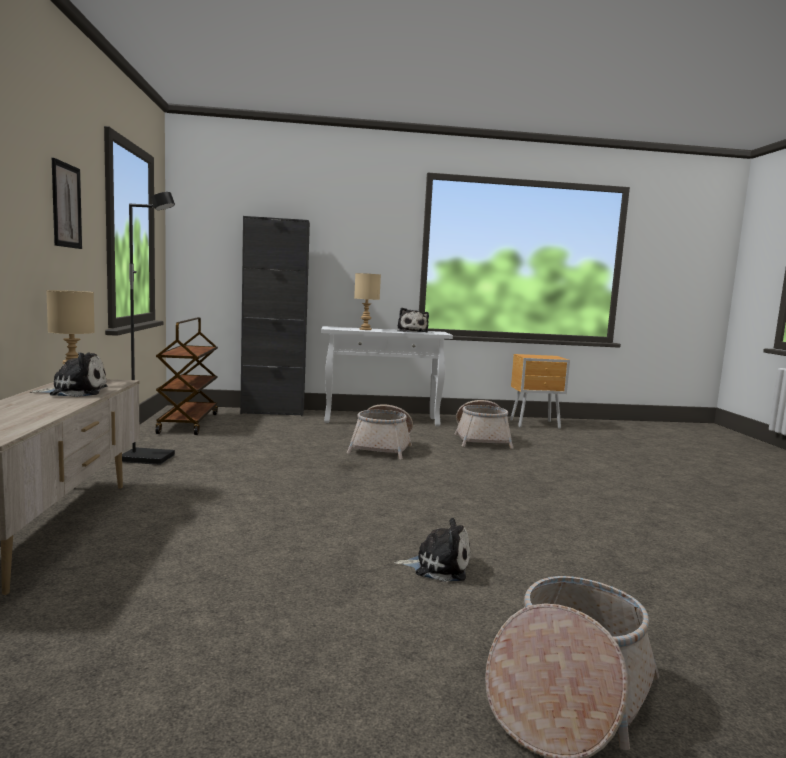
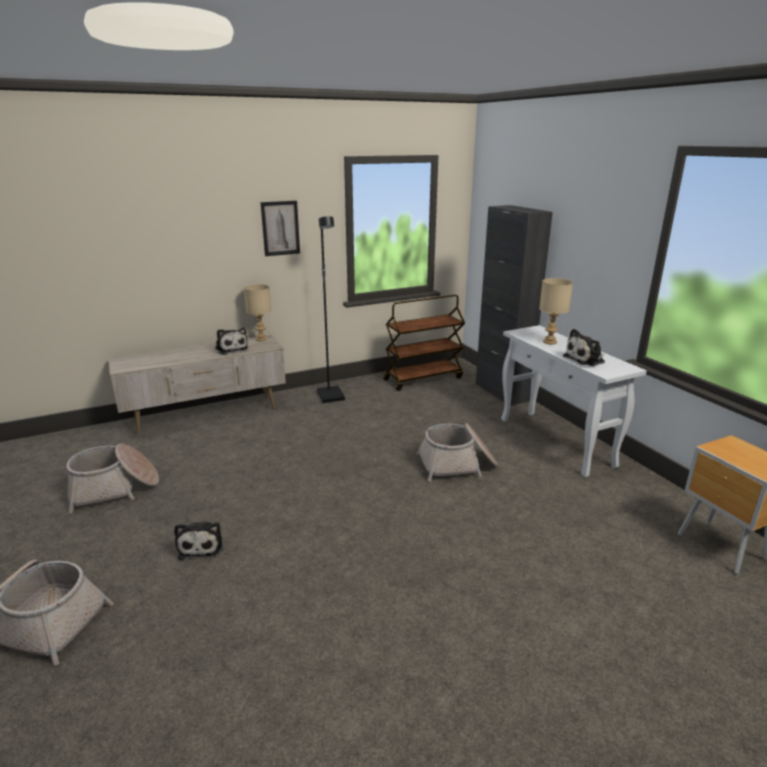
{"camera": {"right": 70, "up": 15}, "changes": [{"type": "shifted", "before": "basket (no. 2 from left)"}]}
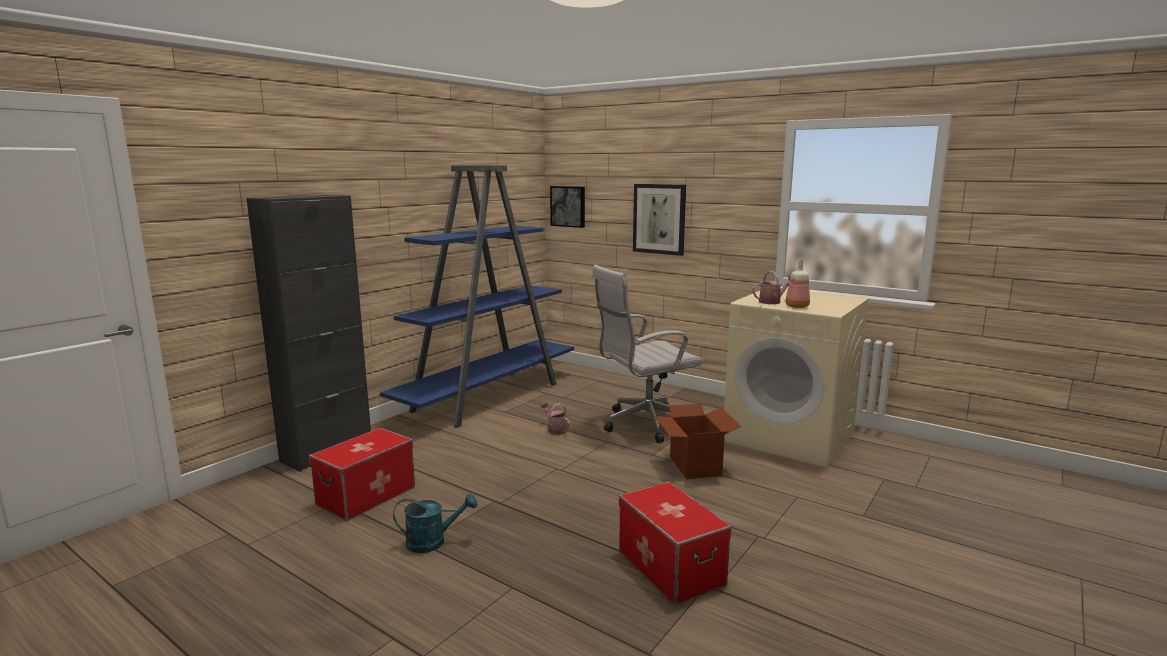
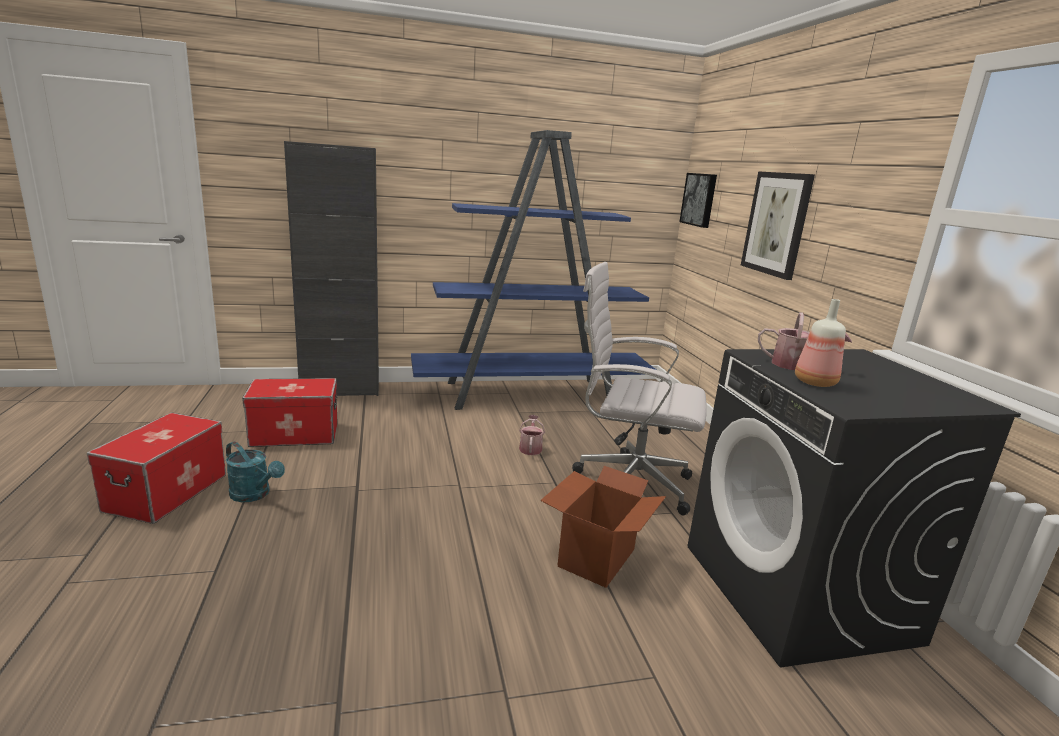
{"camera": {"right": 40, "up": 5}, "changes": [{"type": "repainted", "before": "beige washing machine", "after": "black-coloured washing machine"}, {"type": "shifted", "before": "storage bin (no. 2 from left in the first image)", "after": "storage bin (no. 1 from left)"}]}
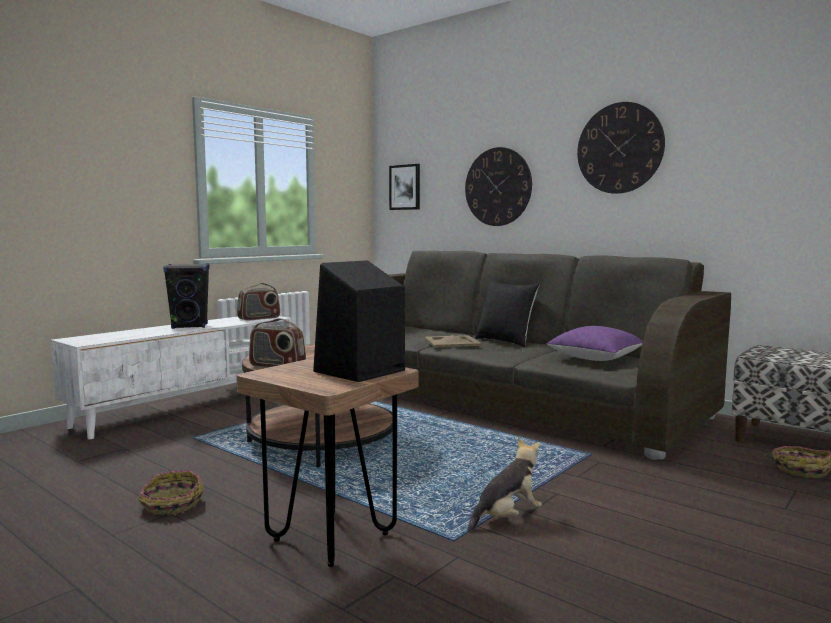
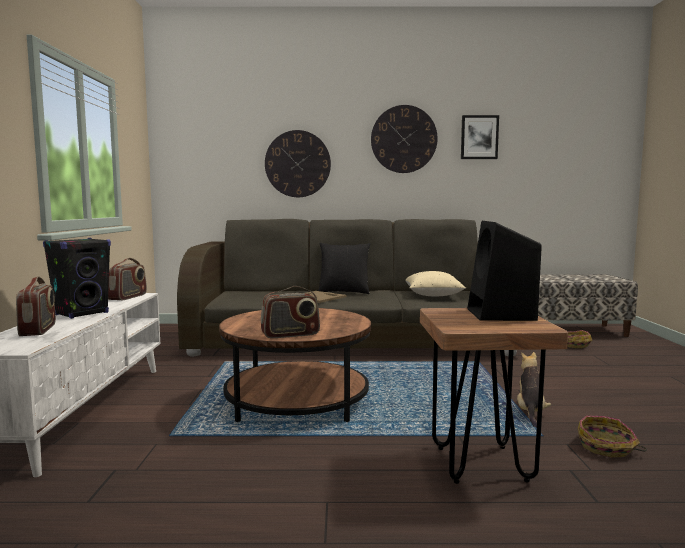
{"camera": {"right": -40, "up": 0}, "changes": [{"type": "shifted", "before": "picture"}, {"type": "repainted", "before": "purple-coloured pillow", "after": "beige pillow"}, {"type": "shifted", "before": "basket (no. 1 from left in the first image)", "after": "basket (no. 2 from left)"}, {"type": "new", "after": "radio receiver (no. 1 from left)"}]}
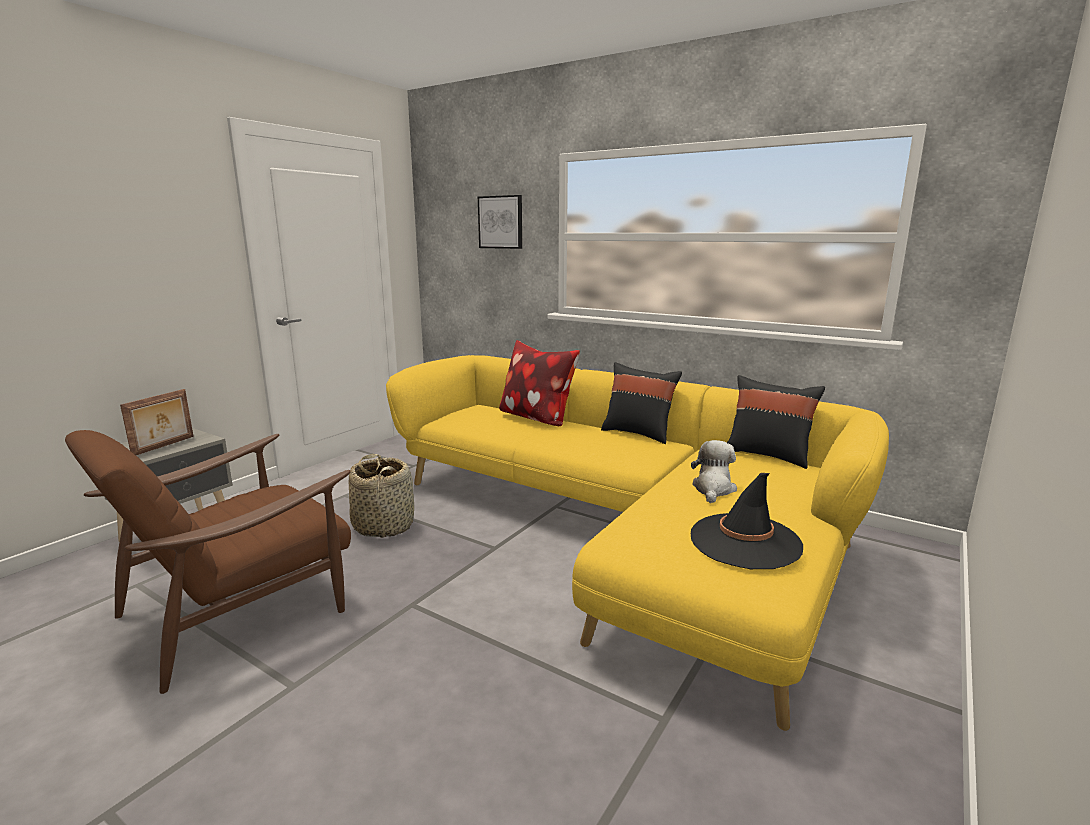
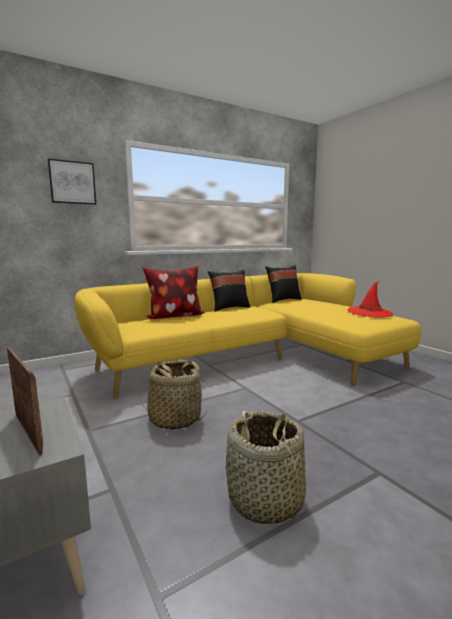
{"camera": {"right": -65, "up": -5}, "changes": [{"type": "swapped", "before": "brown-coloured armchair", "after": "basket (no. 2 from left)"}, {"type": "gone", "before": "plush toy"}, {"type": "repainted", "before": "black-coloured hat", "after": "red hat"}]}
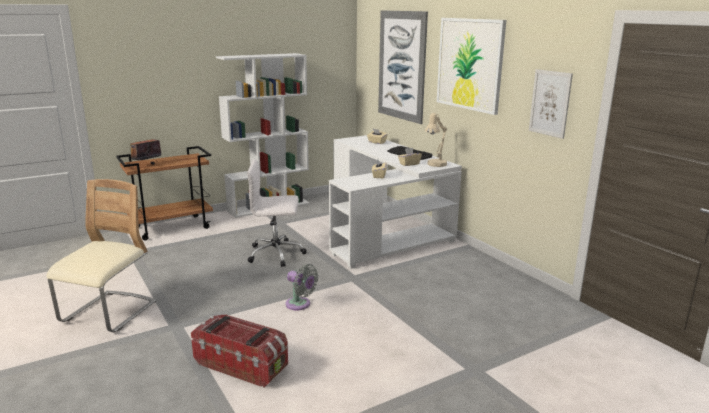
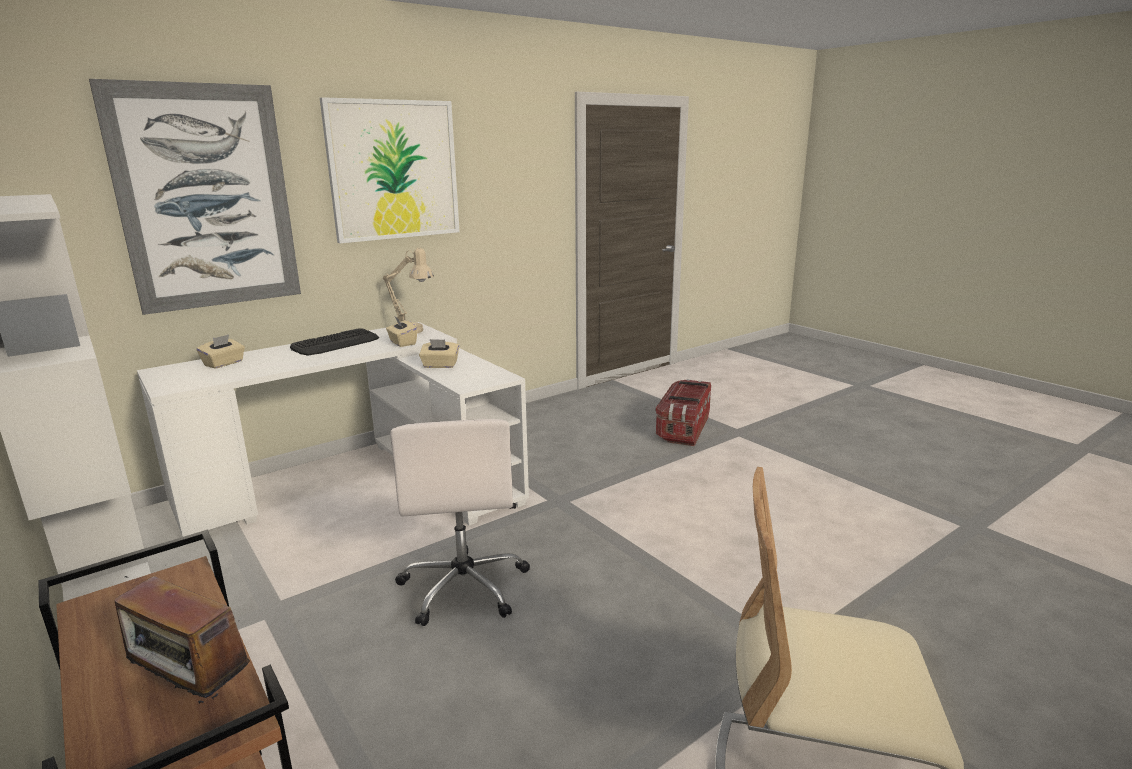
{"camera": {"right": -95, "up": 0}, "changes": [{"type": "gone", "before": "picture (no. 3 from left)"}, {"type": "gone", "before": "gray fan"}, {"type": "shifted", "before": "storage bin"}]}
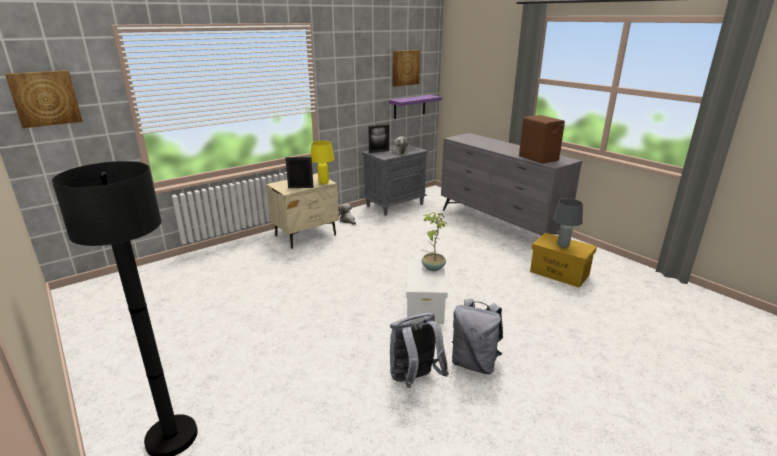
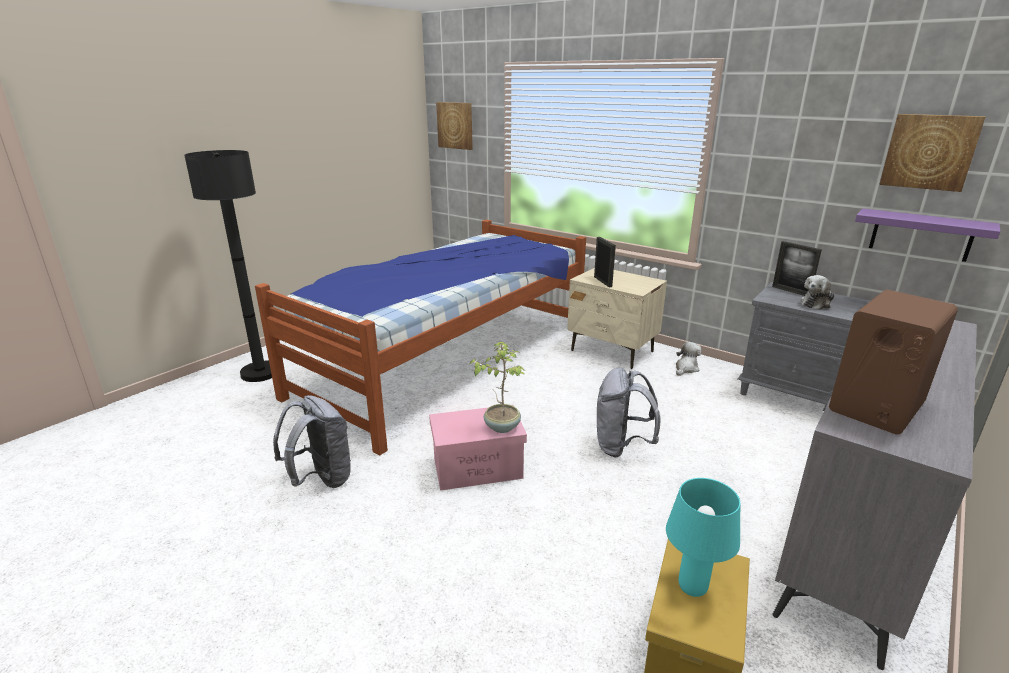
{"camera": {"right": 75, "up": 0}, "changes": [{"type": "gone", "before": "yellowish tabletop lamp"}, {"type": "repainted", "before": "gray tabletop lamp", "after": "blue-green tabletop lamp"}, {"type": "repainted", "before": "whitish storage bin", "after": "pink storage bin"}, {"type": "shifted", "before": "gray rucksack (no. 2 from left)"}, {"type": "new", "after": "bed"}]}
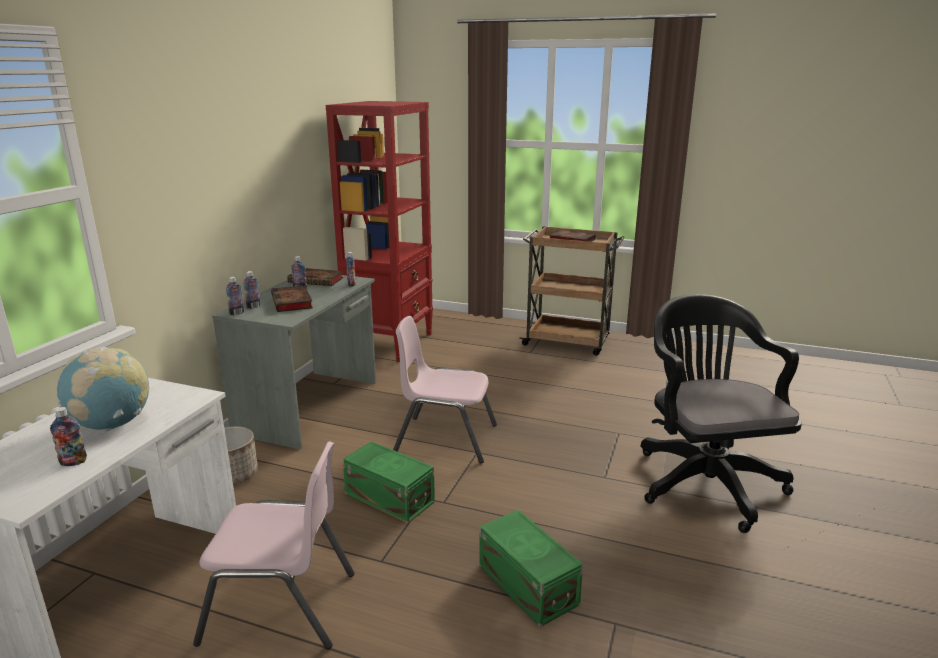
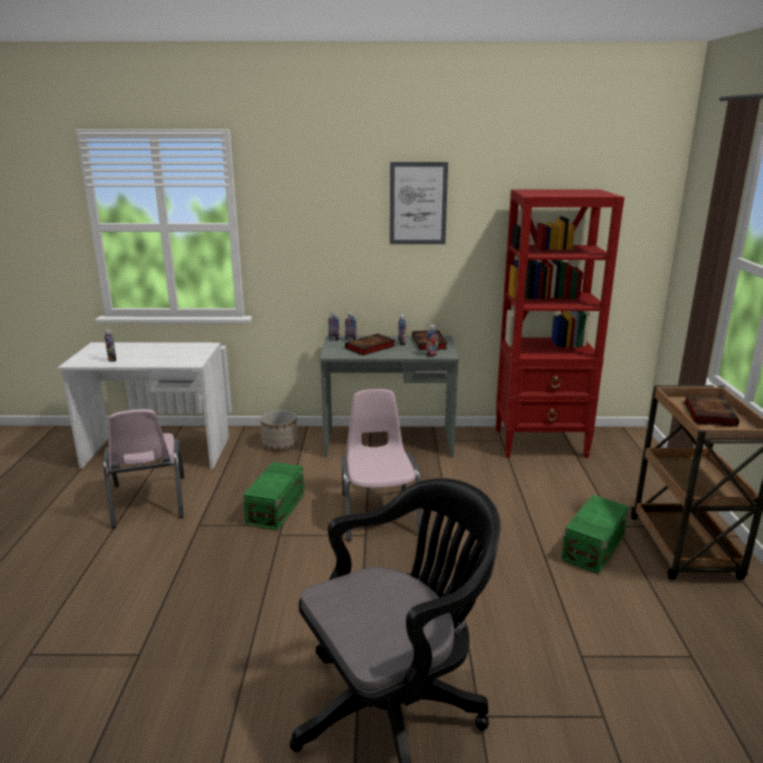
{"camera": {"right": 70, "up": 0}, "changes": [{"type": "gone", "before": "globe"}, {"type": "shifted", "before": "green-coloured storage bin (no. 2 from left)"}, {"type": "new", "after": "picture"}]}
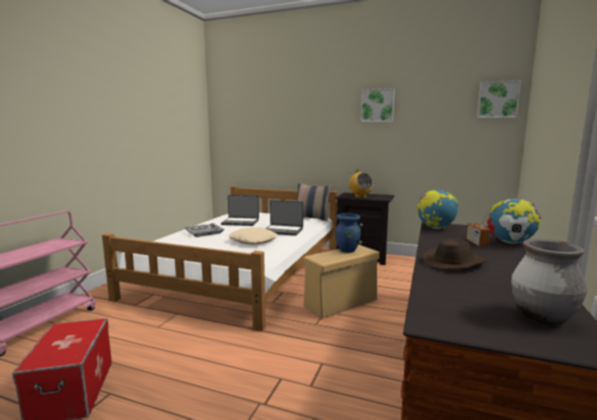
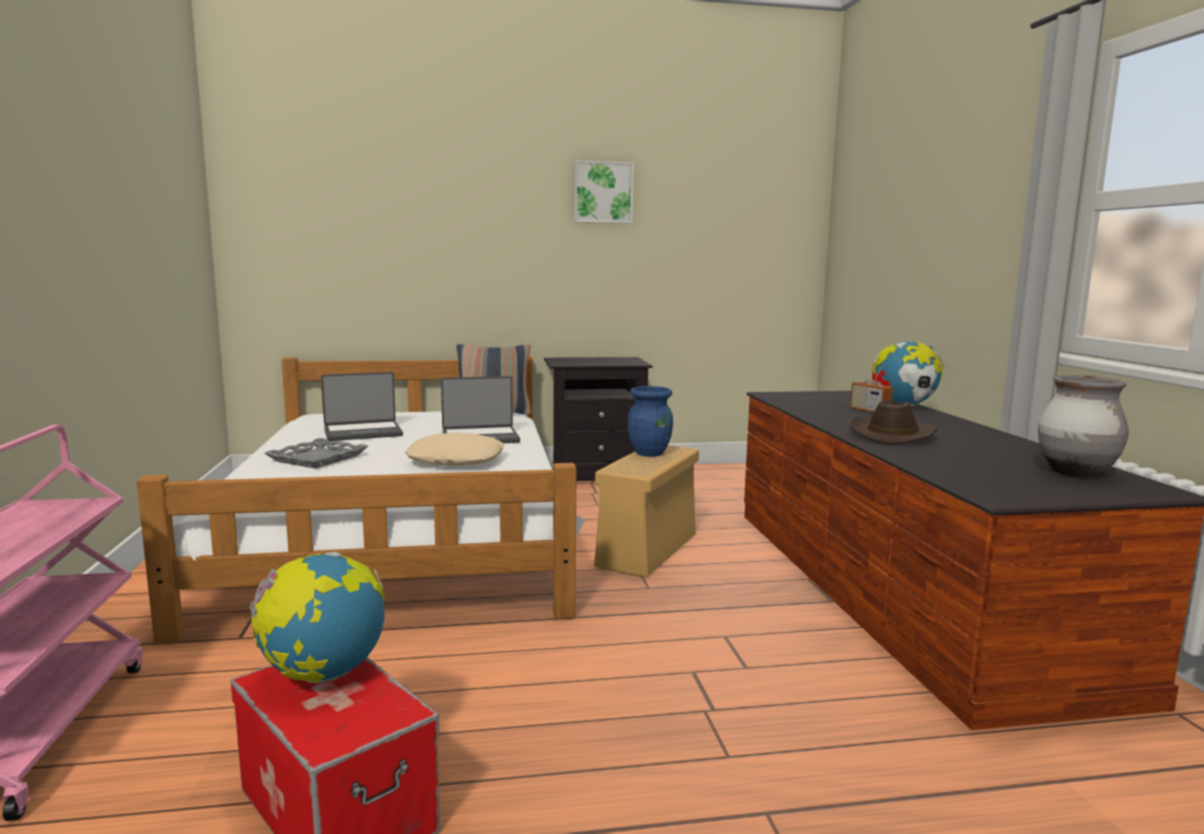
{"camera": {"right": -30, "up": 0}, "changes": [{"type": "gone", "before": "picture (no. 2 from left)"}, {"type": "gone", "before": "radio receiver (no. 1 from left)"}, {"type": "shifted", "before": "globe (no. 1 from left)"}]}
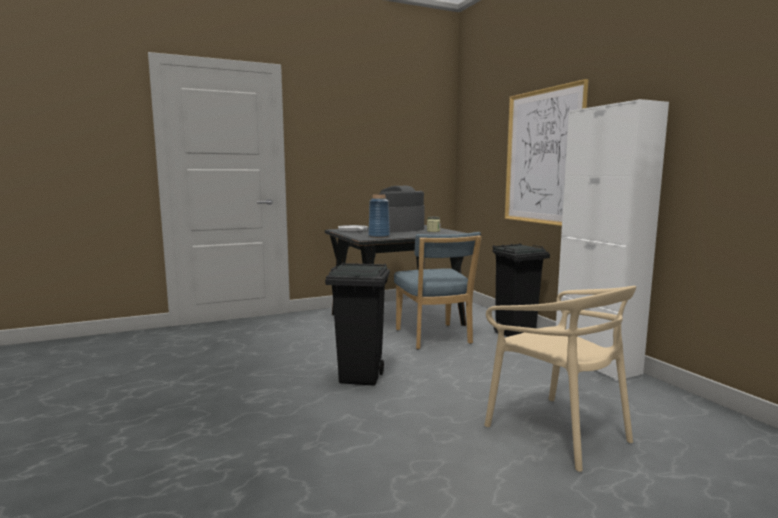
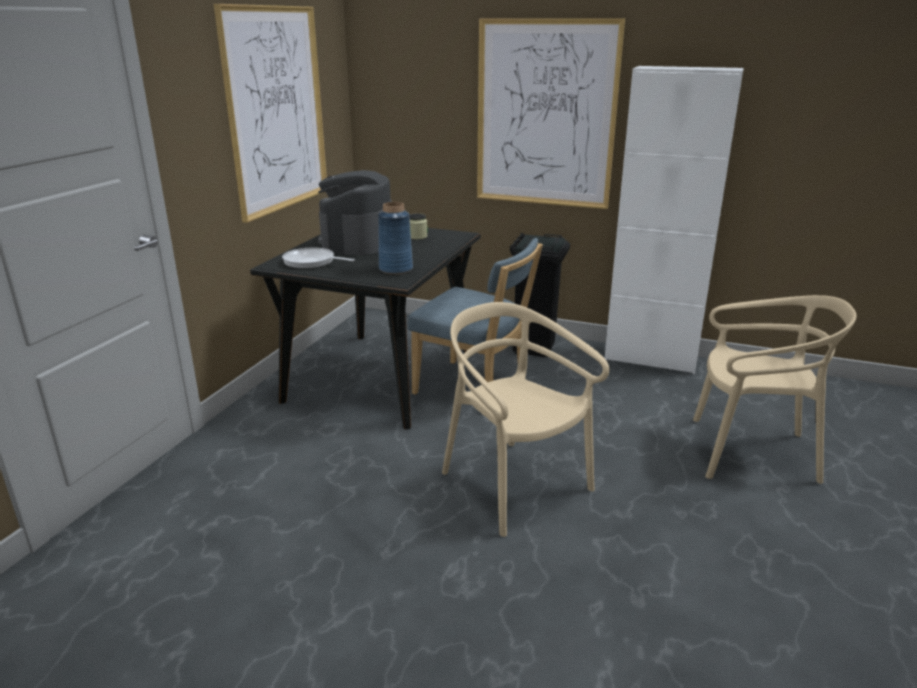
{"camera": {"right": -45, "up": 15}, "changes": [{"type": "swapped", "before": "black-coloured rubbish bin (no. 1 from left)", "after": "beige plain chair (no. 1 from left)"}, {"type": "new", "after": "picture (no. 1 from left)"}]}
